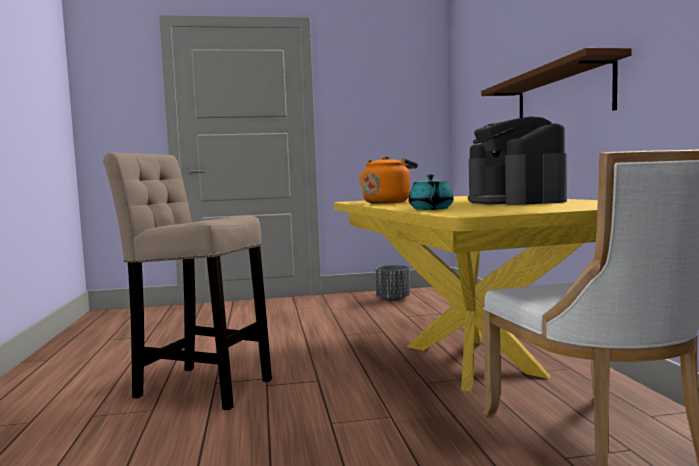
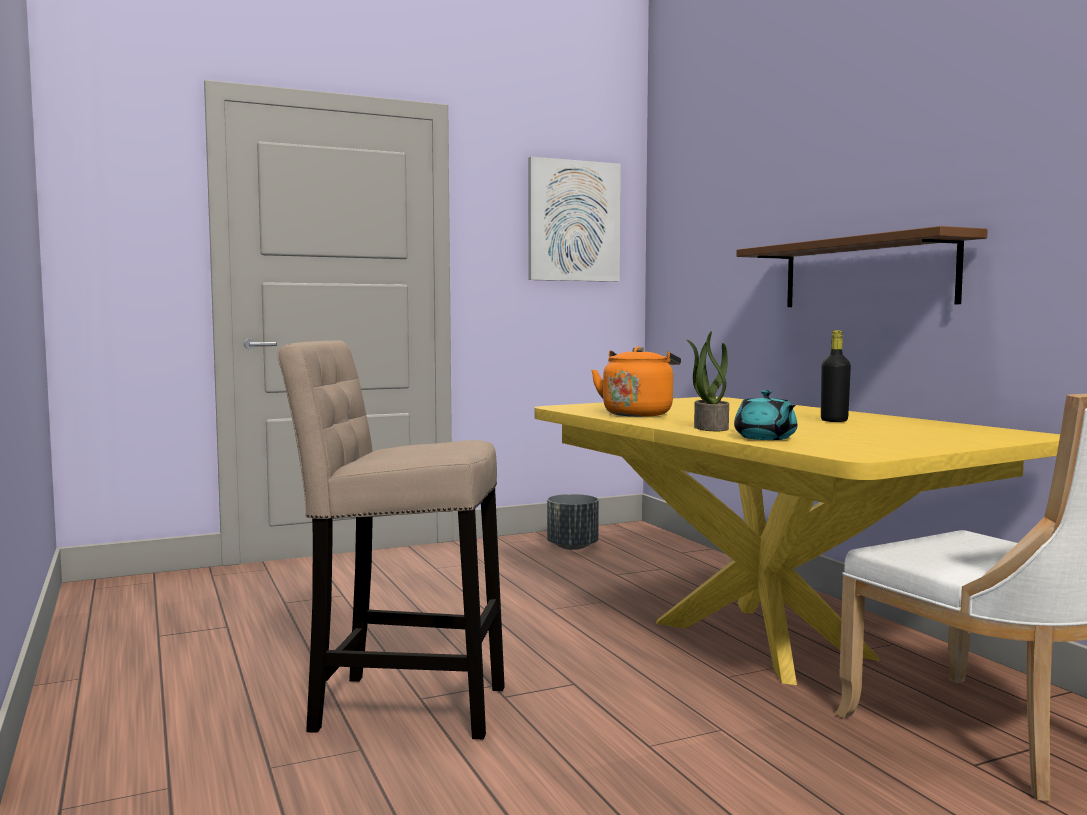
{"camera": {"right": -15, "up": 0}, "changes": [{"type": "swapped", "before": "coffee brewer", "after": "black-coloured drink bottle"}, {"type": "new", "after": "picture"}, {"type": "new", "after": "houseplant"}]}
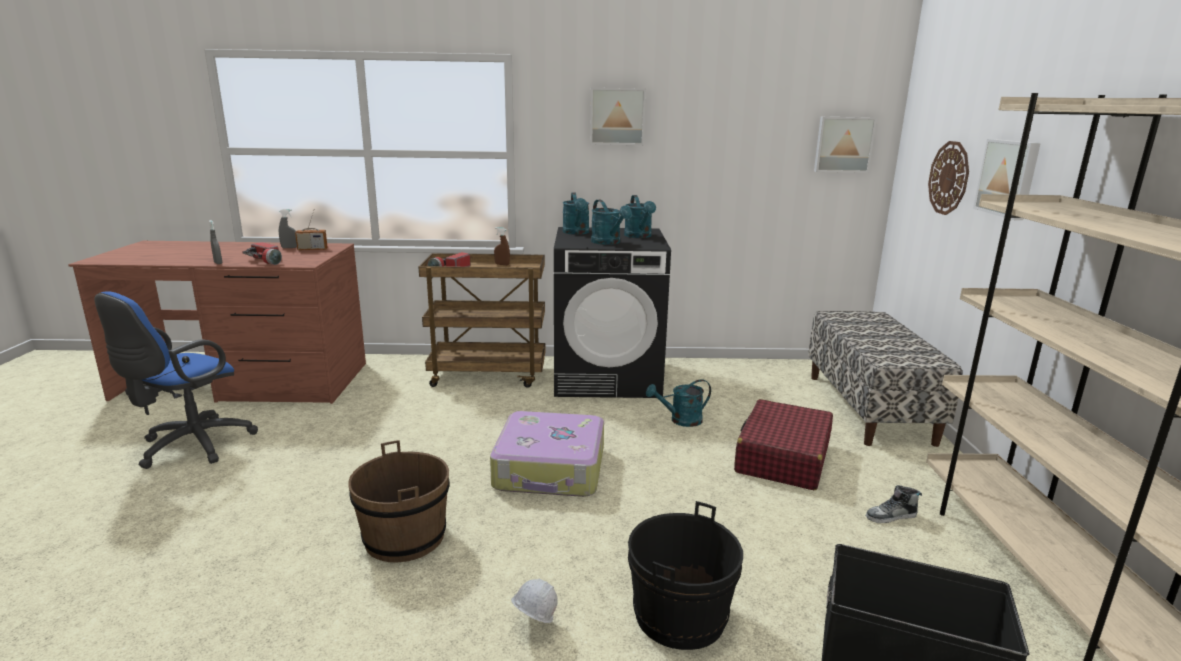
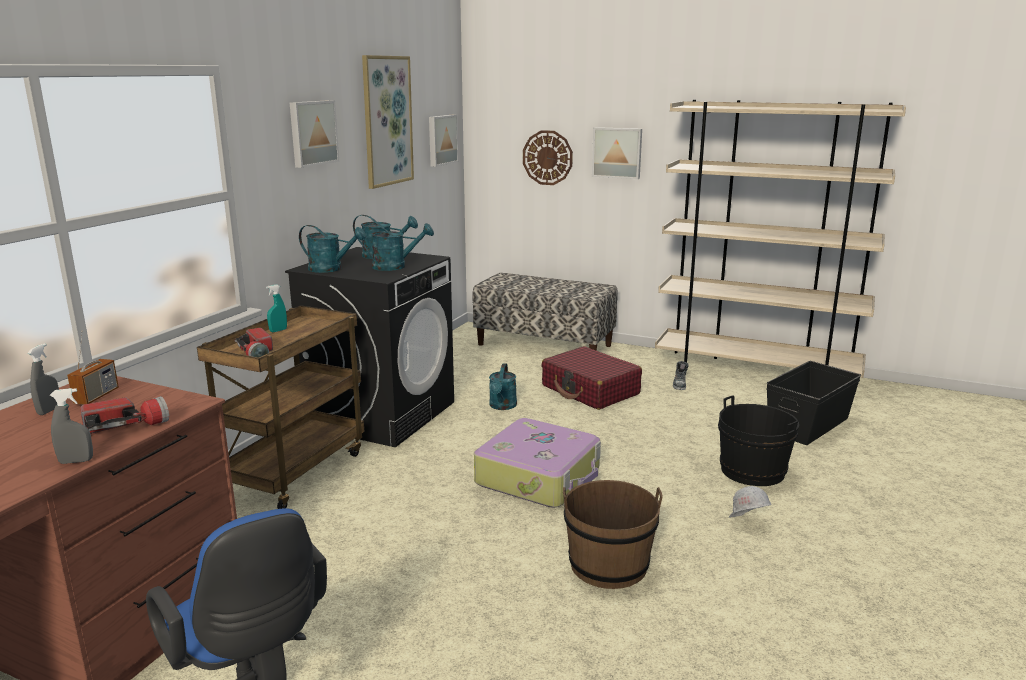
{"camera": {"right": -65, "up": 0}, "changes": [{"type": "repainted", "before": "brown-coloured hand sprayer", "after": "blue-green hand sprayer"}, {"type": "new", "after": "picture (no. 2 from left)"}]}
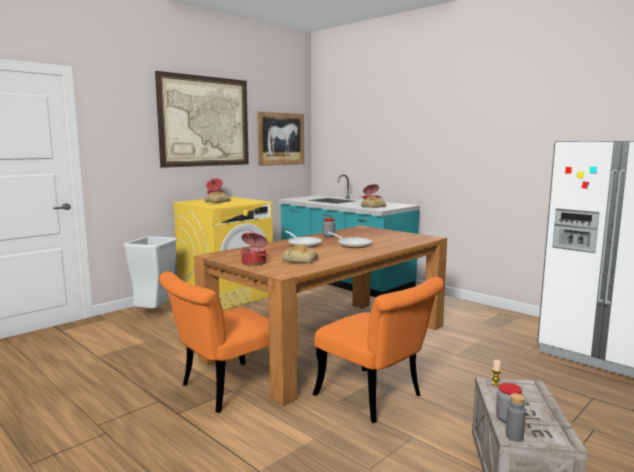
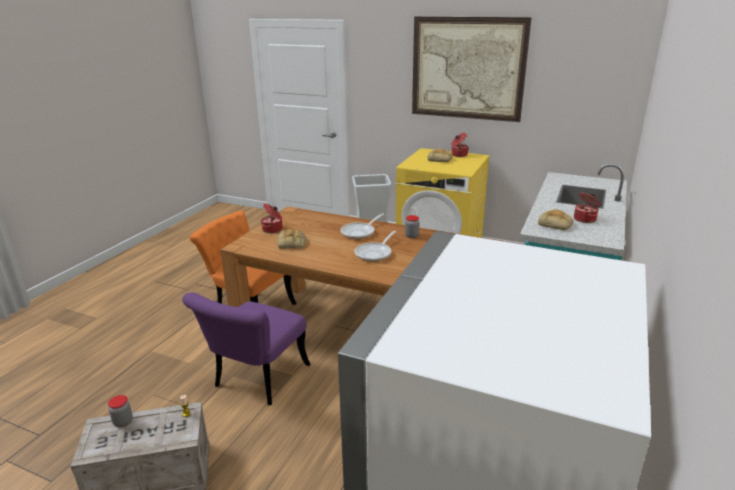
{"camera": {"right": 70, "up": 15}, "changes": [{"type": "gone", "before": "picture (no. 2 from left)"}, {"type": "repainted", "before": "orange-coloured plain chair (no. 2 from left)", "after": "purple-coloured plain chair"}, {"type": "gone", "before": "gray drink bottle"}]}
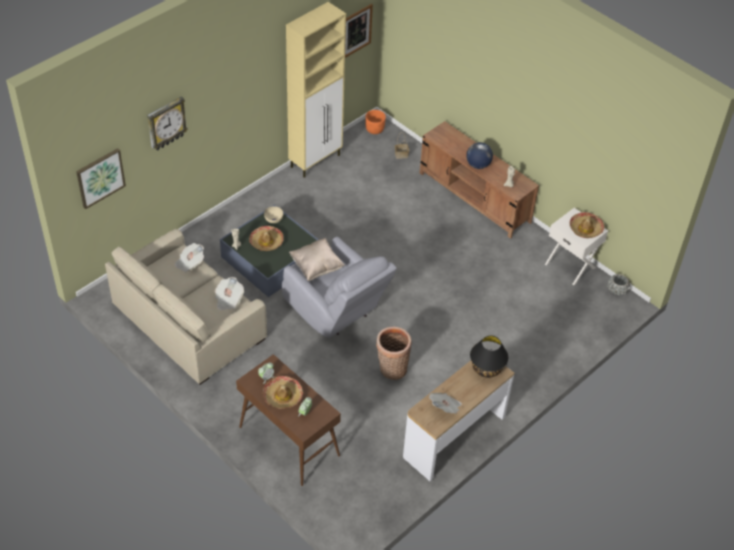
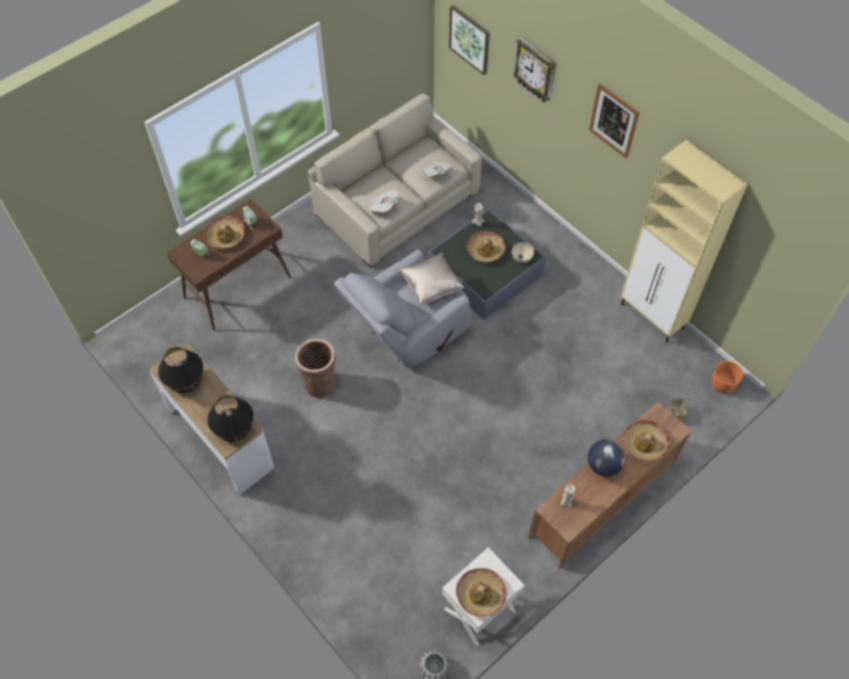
{"camera": {"right": 95, "up": 10}, "changes": [{"type": "shifted", "before": "picture (no. 2 from left)"}, {"type": "swapped", "before": "newspaper (no. 3 from left)", "after": "black-coloured tabletop lamp (no. 1 from left)"}, {"type": "new", "after": "hat (no. 4 from left)"}]}
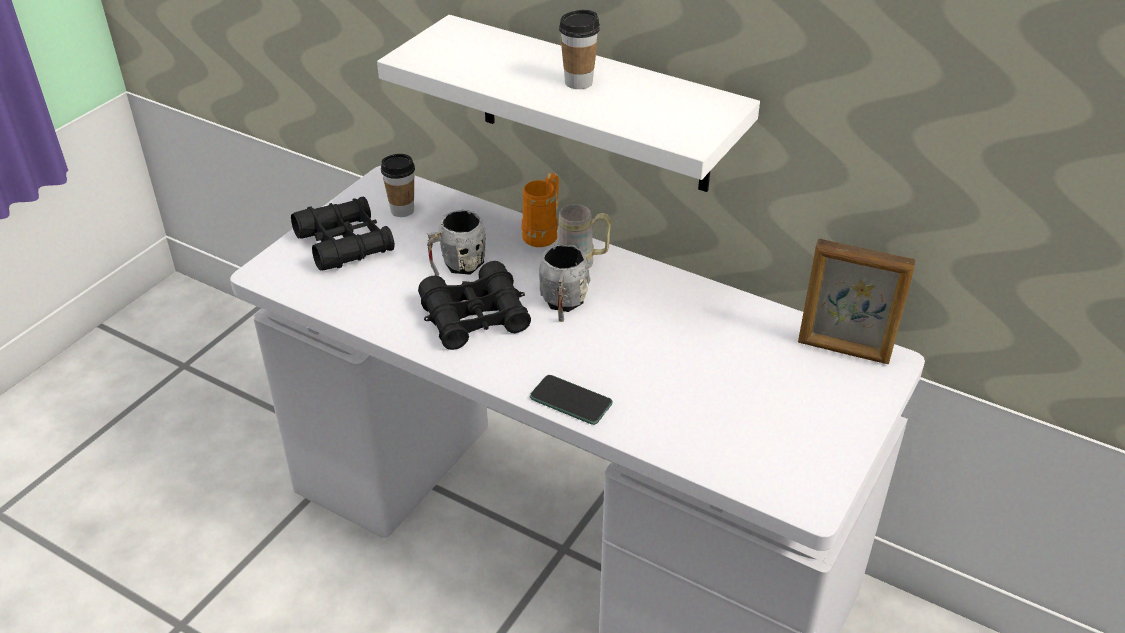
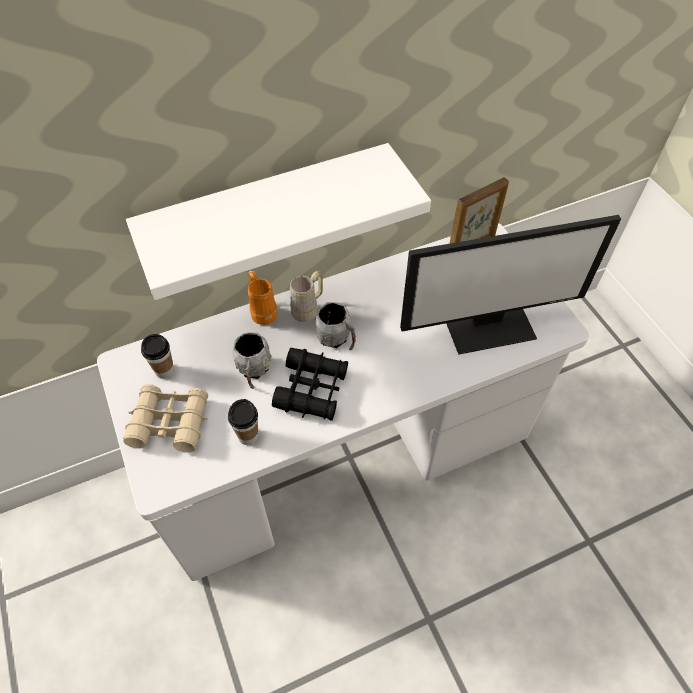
{"camera": {"right": -55, "up": 15}, "changes": [{"type": "shifted", "before": "cup (no. 2 from left)"}, {"type": "repainted", "before": "black-coloured pair of binoculars (no. 1 from left)", "after": "beige pair of binoculars"}, {"type": "gone", "before": "telephone"}, {"type": "new", "after": "monitor"}]}
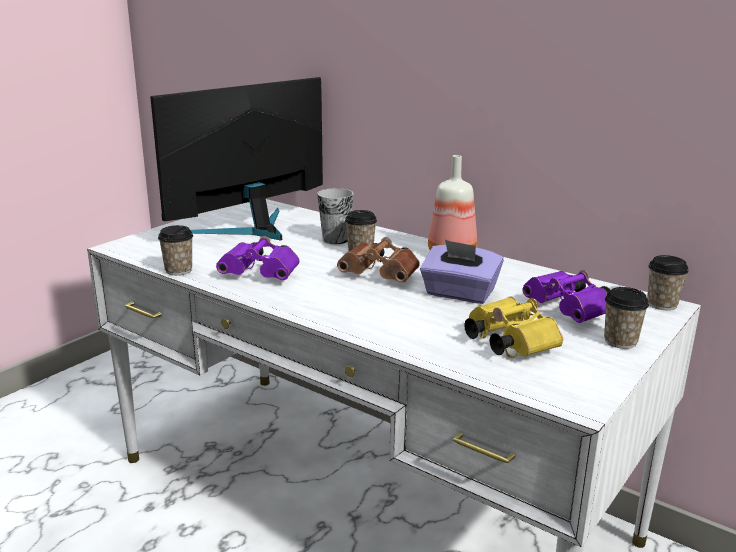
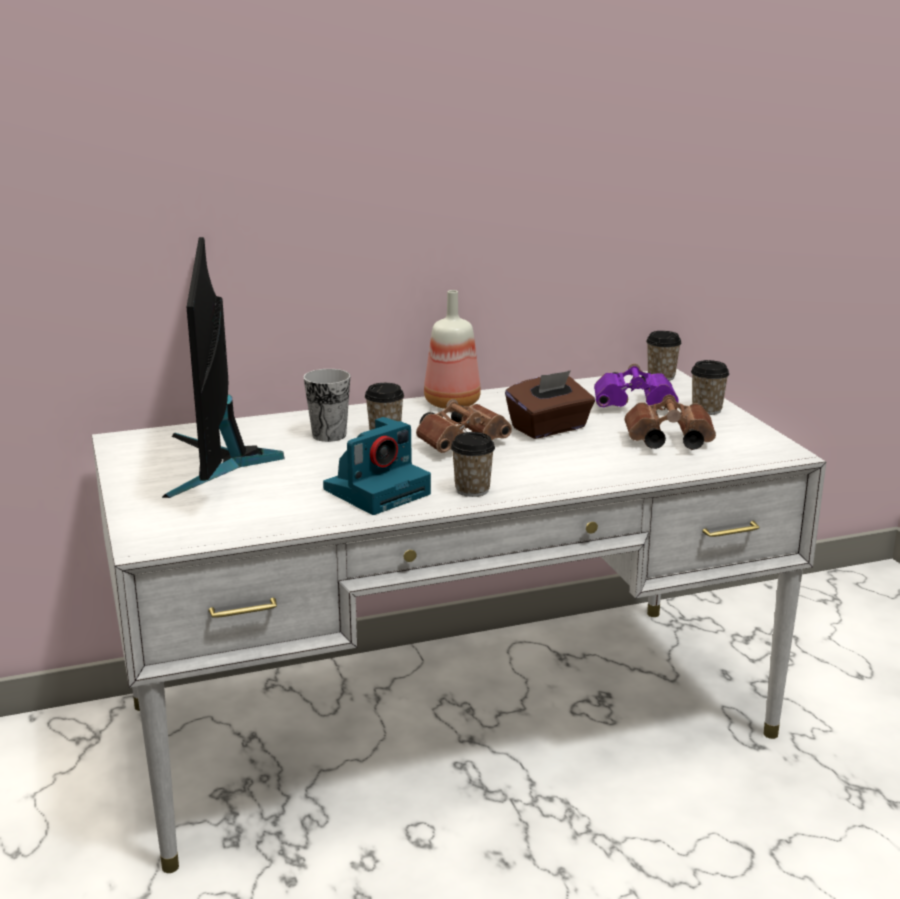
{"camera": {"right": -55, "up": 0}, "changes": [{"type": "shifted", "before": "cup (no. 1 from left in the first image)", "after": "cup (no. 3 from left)"}, {"type": "swapped", "before": "purple-coloured pair of binoculars (no. 1 from left)", "after": "still camera"}, {"type": "repainted", "before": "purple-coloured box of tissues", "after": "brown-coloured box of tissues"}, {"type": "repainted", "before": "yellowish pair of binoculars", "after": "brown-coloured pair of binoculars (no. 2 from left)"}]}
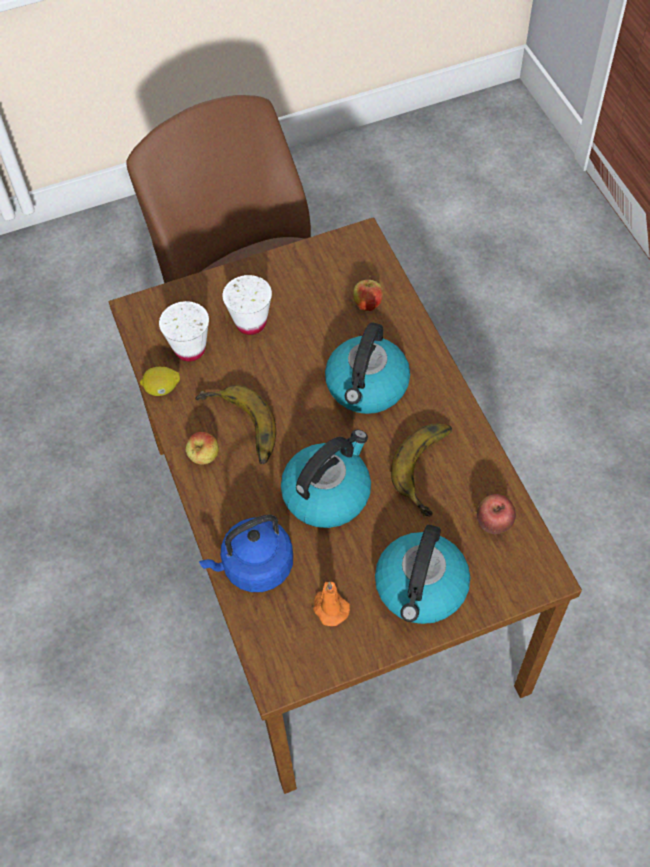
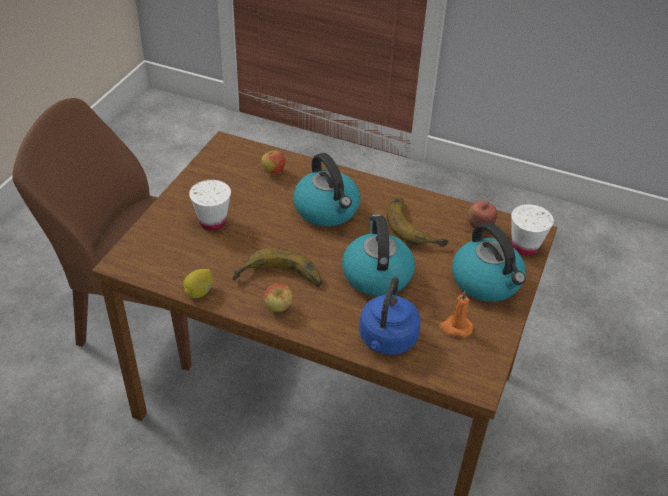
{"camera": {"right": -50, "up": -15}, "changes": [{"type": "shifted", "before": "whitish cup (no. 1 from left in the first image)", "after": "whitish cup (no. 2 from left)"}]}
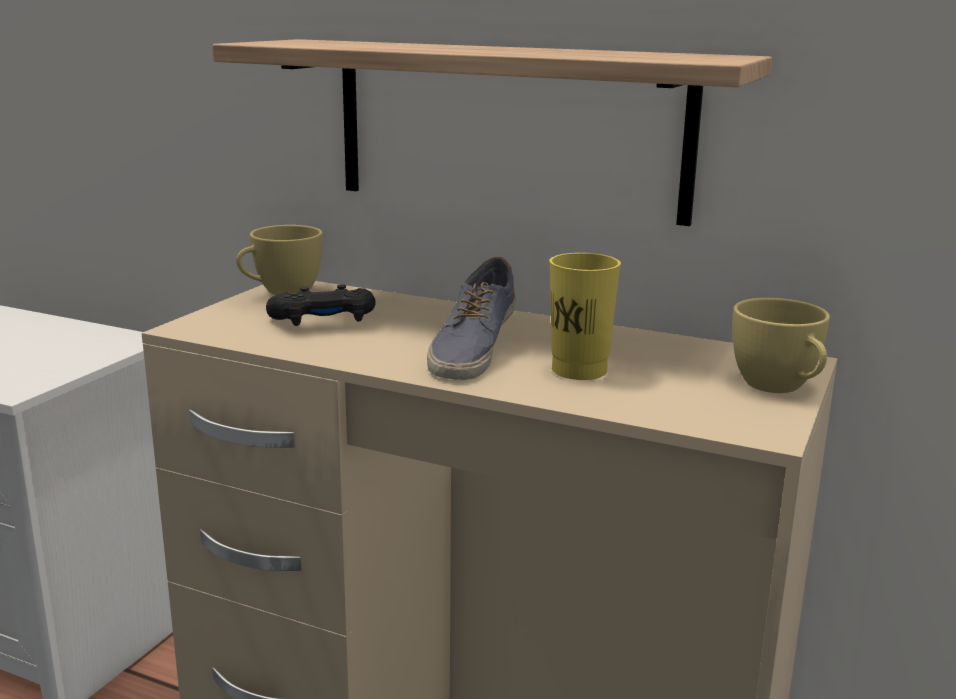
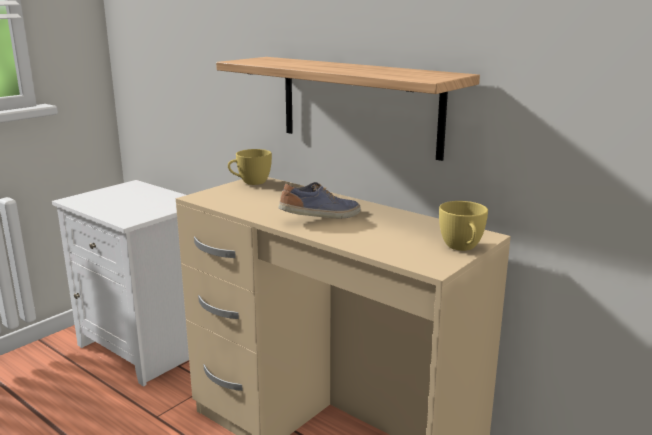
{"camera": {"right": 15, "up": 0}, "changes": [{"type": "gone", "before": "yellowish cup (no. 2 from left)"}, {"type": "rotated", "before": "item of footwear", "turn": -150}, {"type": "gone", "before": "black-coloured joypad"}]}
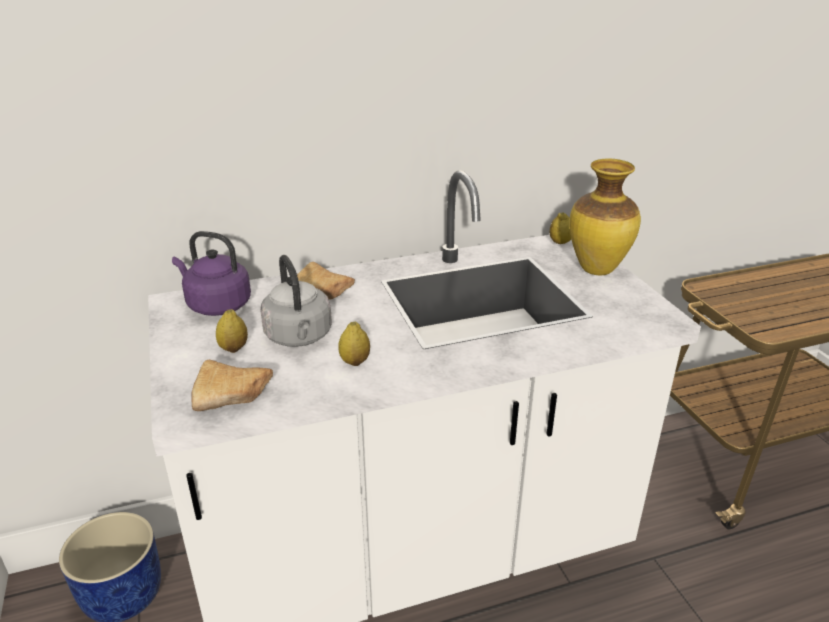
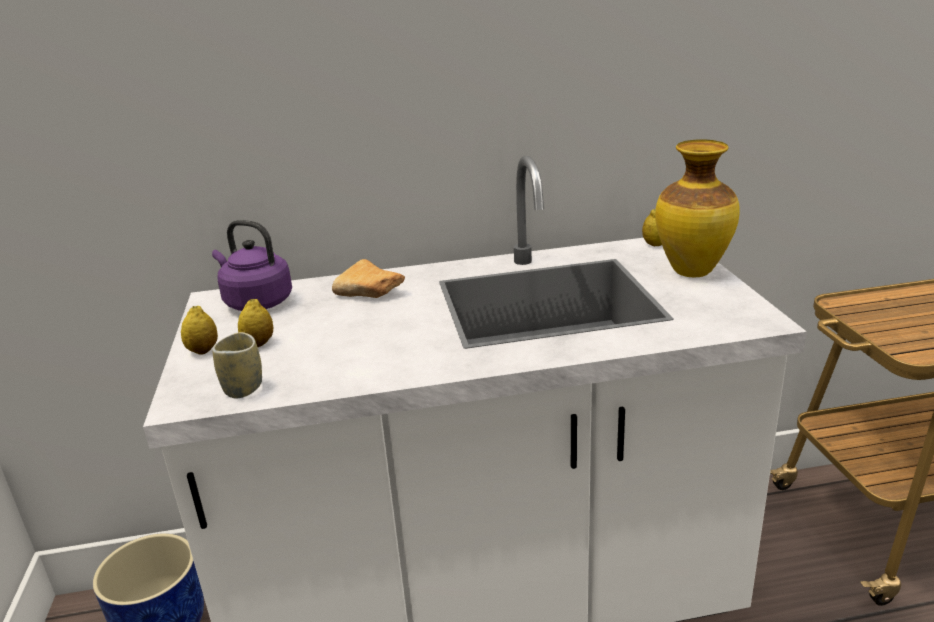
{"camera": {"right": 10, "up": -5}, "changes": [{"type": "gone", "before": "gray kettle"}, {"type": "shifted", "before": "lemon (no. 2 from left in the first image)", "after": "lemon (no. 1 from left)"}, {"type": "swapped", "before": "baked bread (no. 1 from left)", "after": "cup"}]}
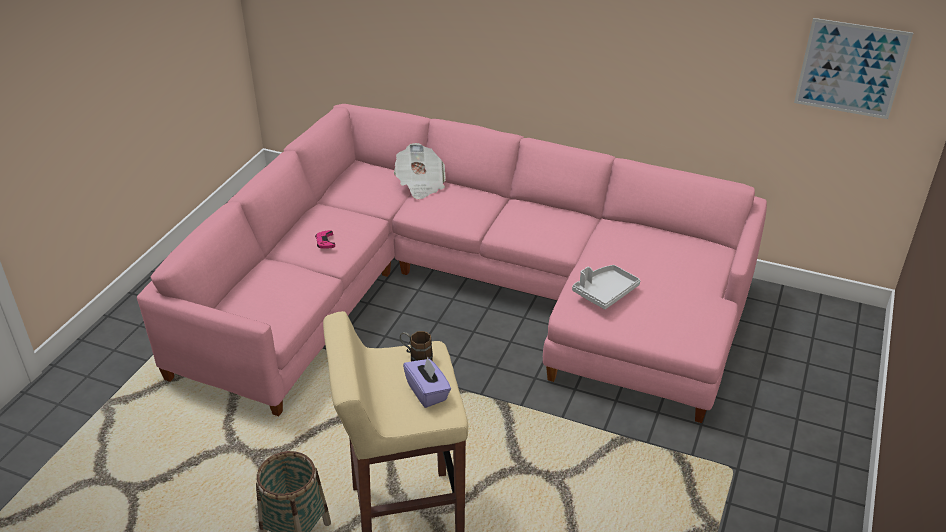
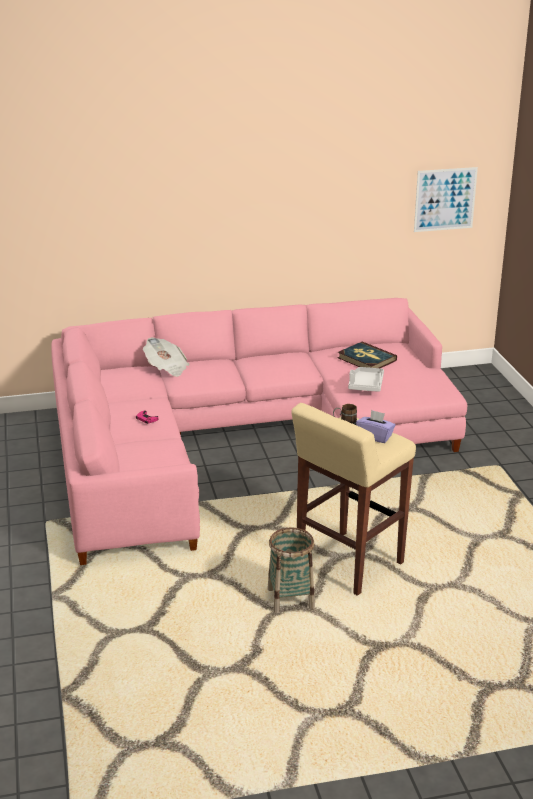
{"camera": {"right": -35, "up": -10}, "changes": [{"type": "new", "after": "book"}]}
